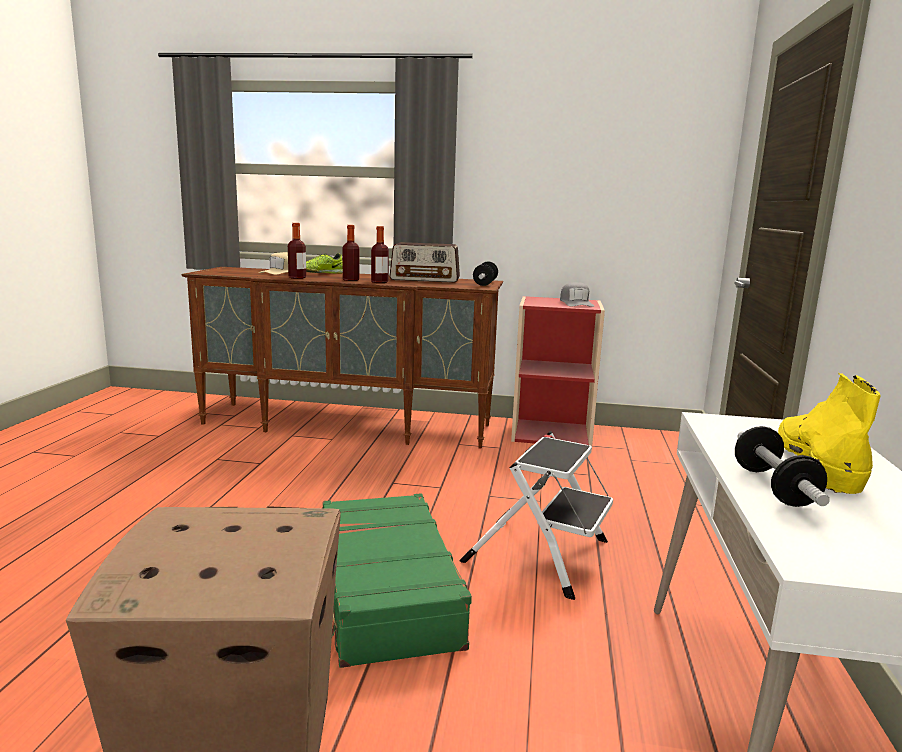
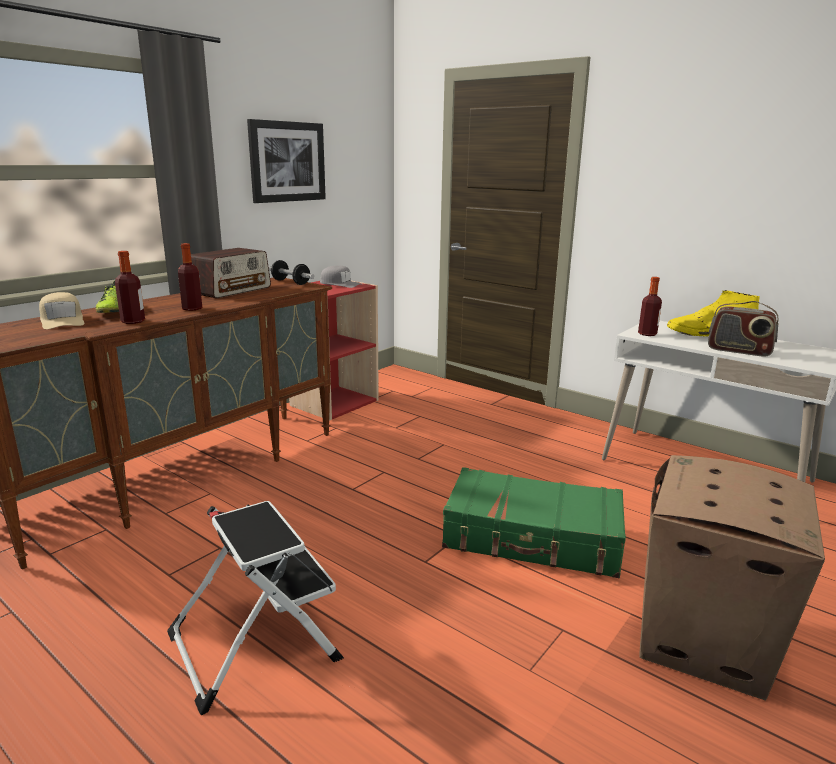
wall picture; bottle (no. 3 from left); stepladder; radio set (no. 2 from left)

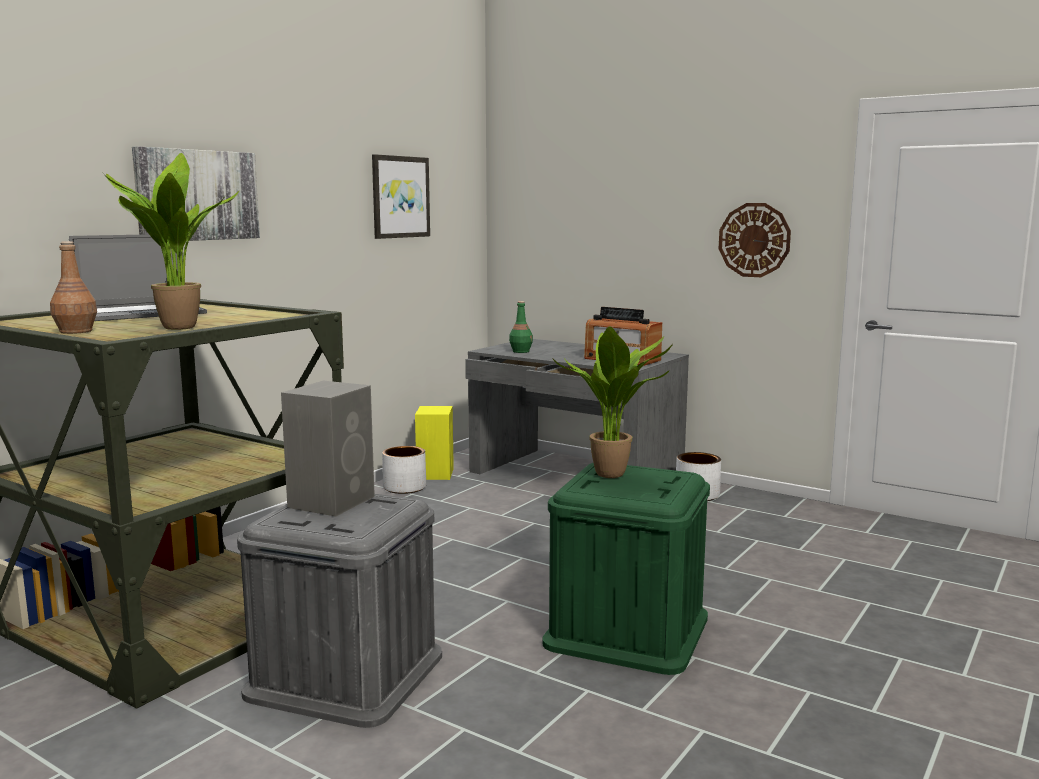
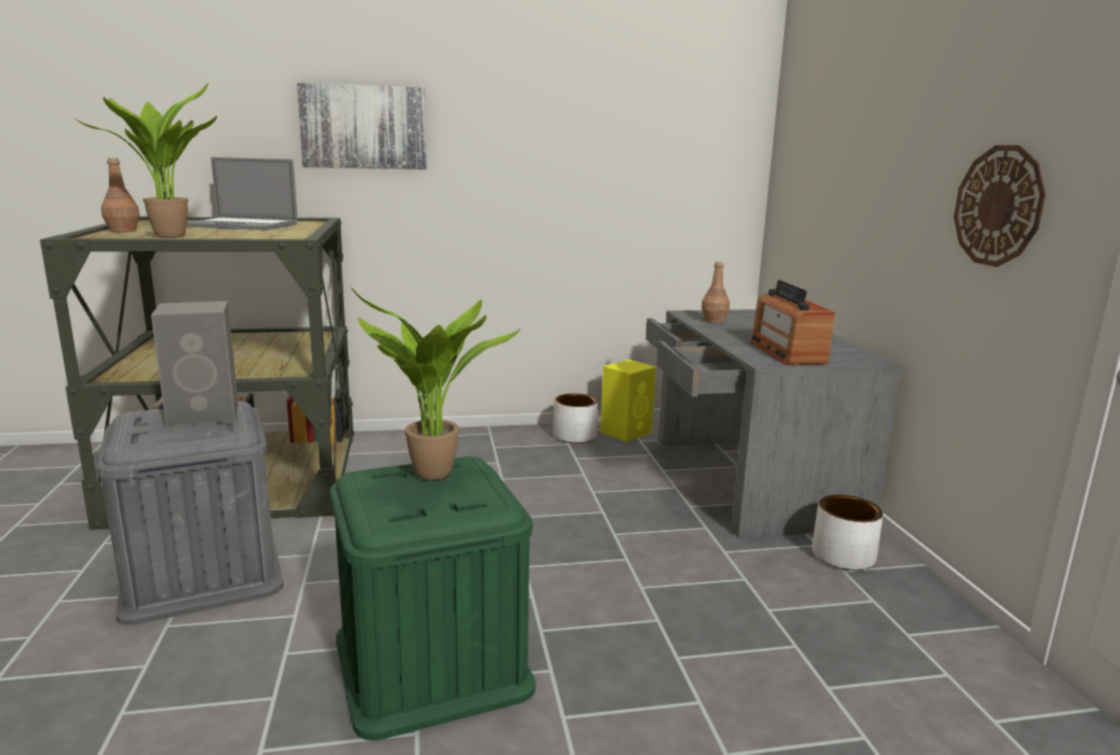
wall picture (no. 2 from left in the first image); brown-coloured bottle (no. 2 from left)

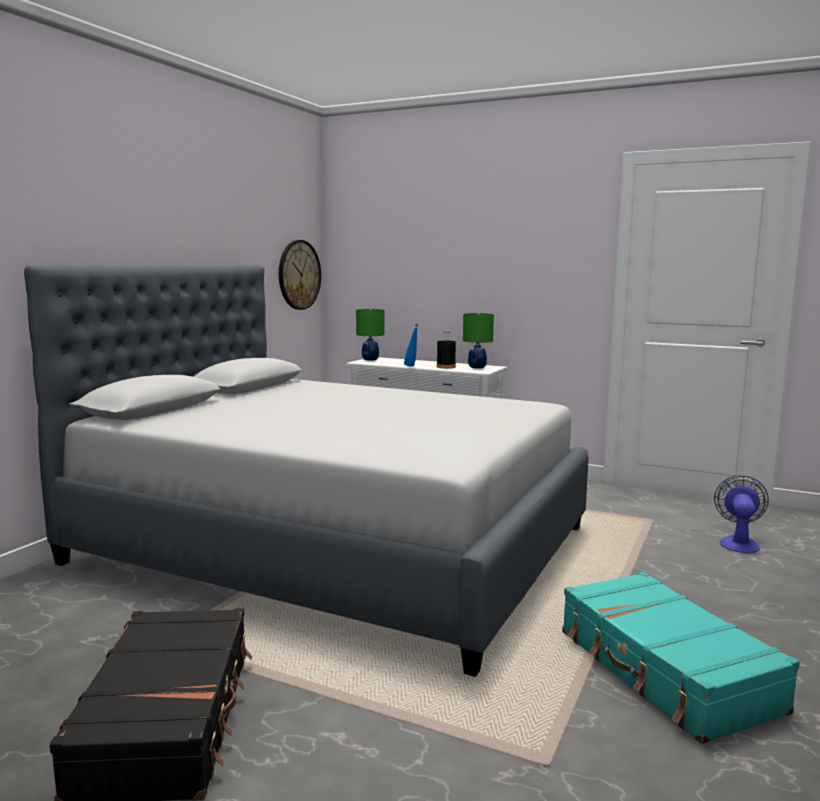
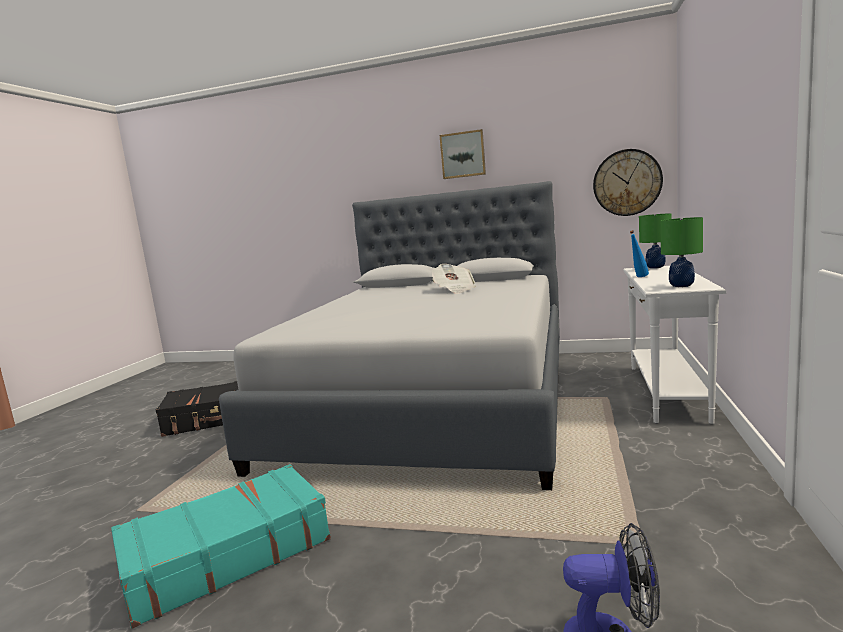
black-coloured bottle; printed paper; wall picture

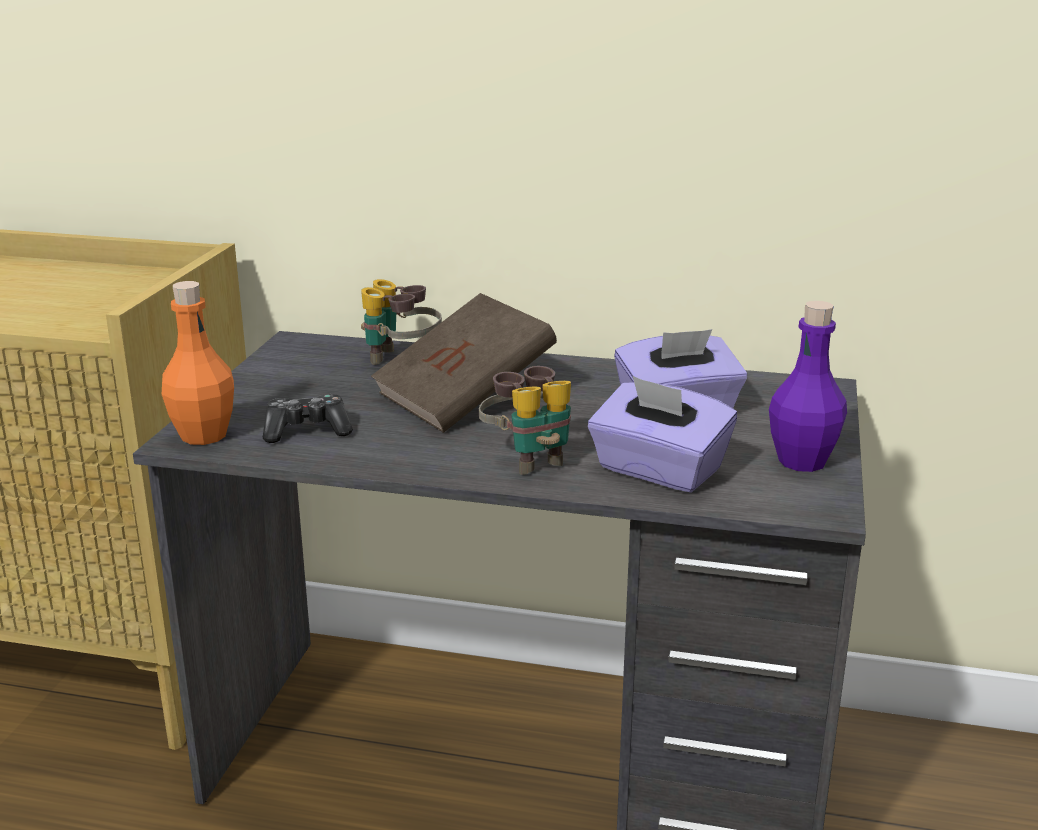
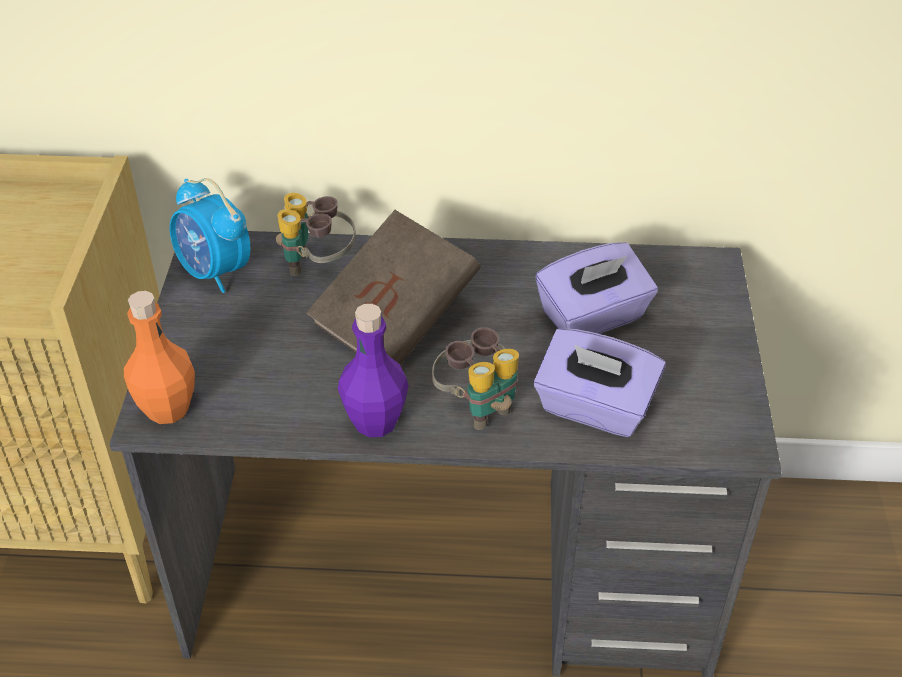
gamepad; bedside clock; purple bottle

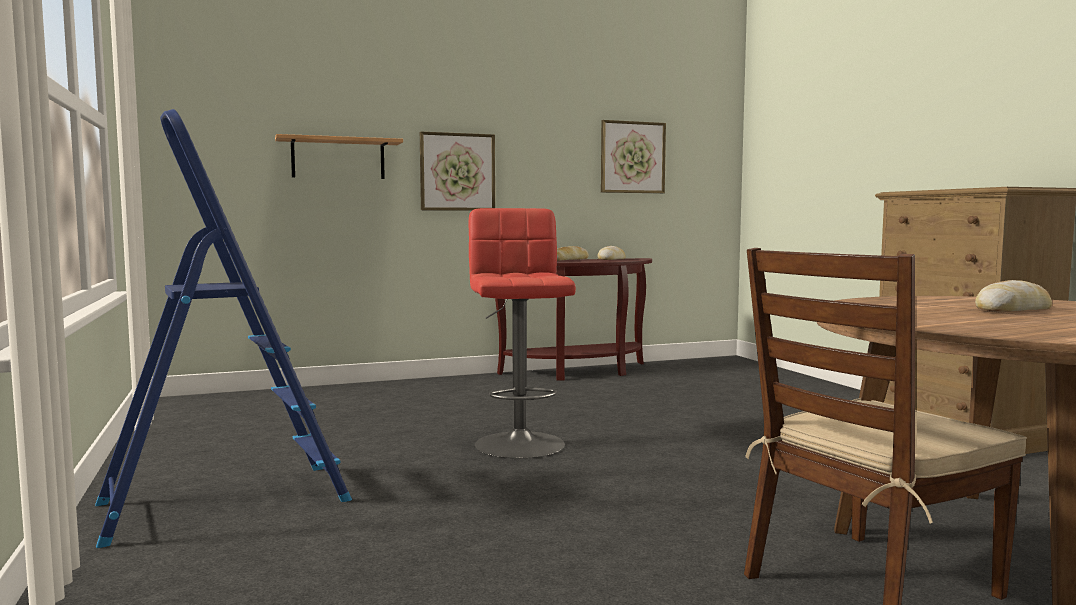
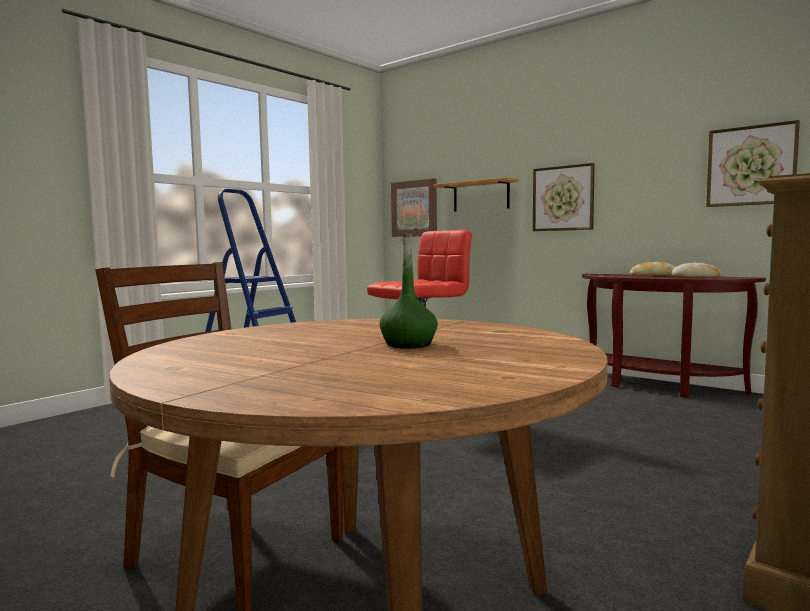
wall picture (no. 1 from left); green-coloured bottle

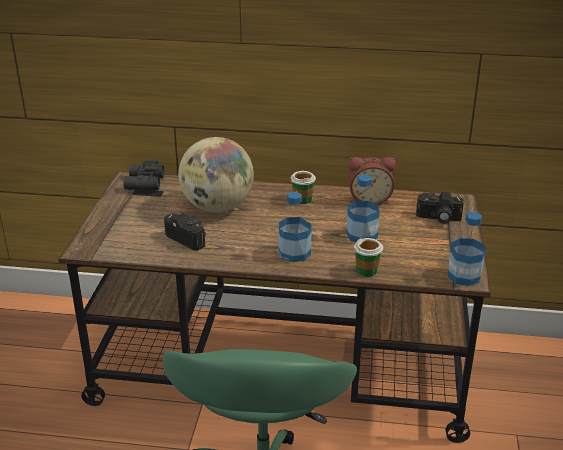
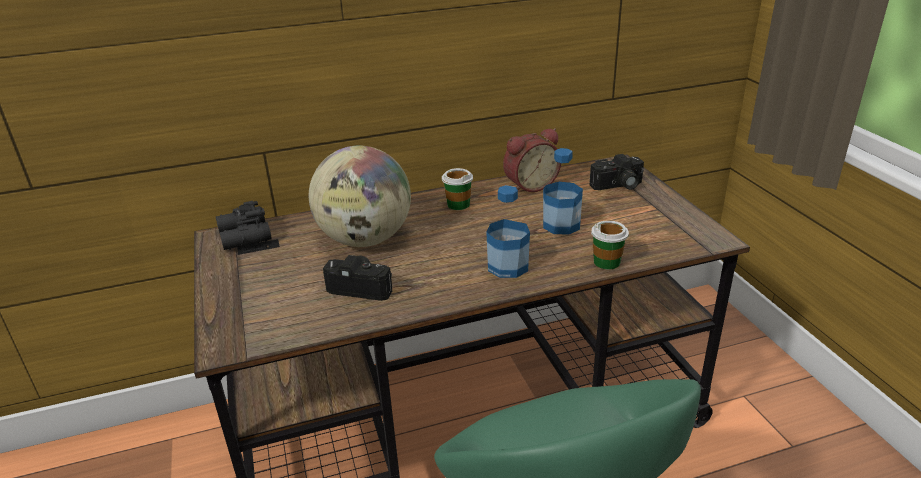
bottle (no. 3 from left in the first image)

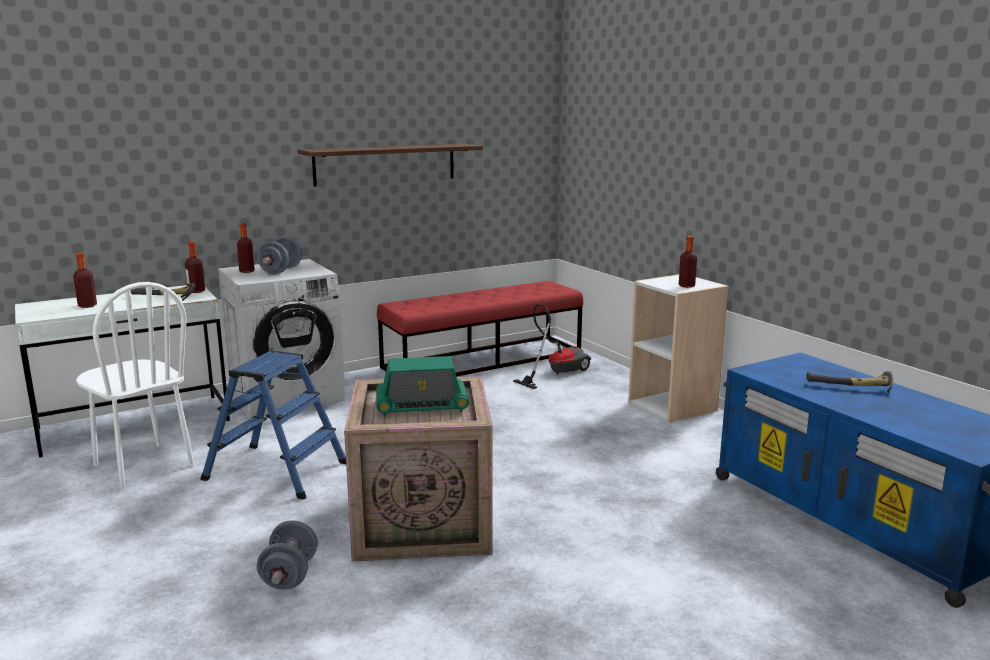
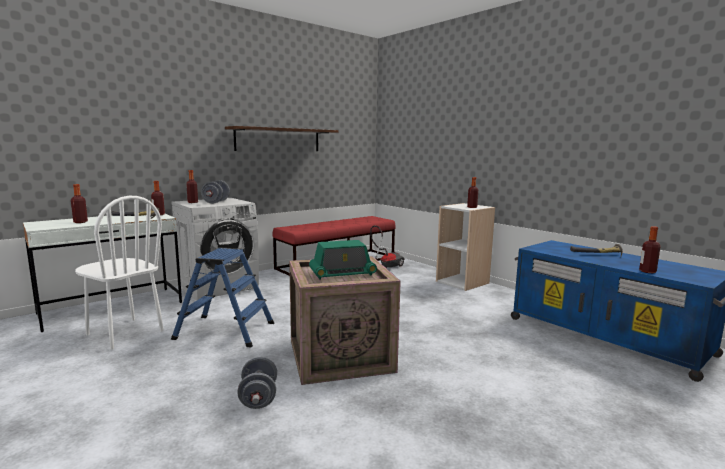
bottle (no. 5 from left)

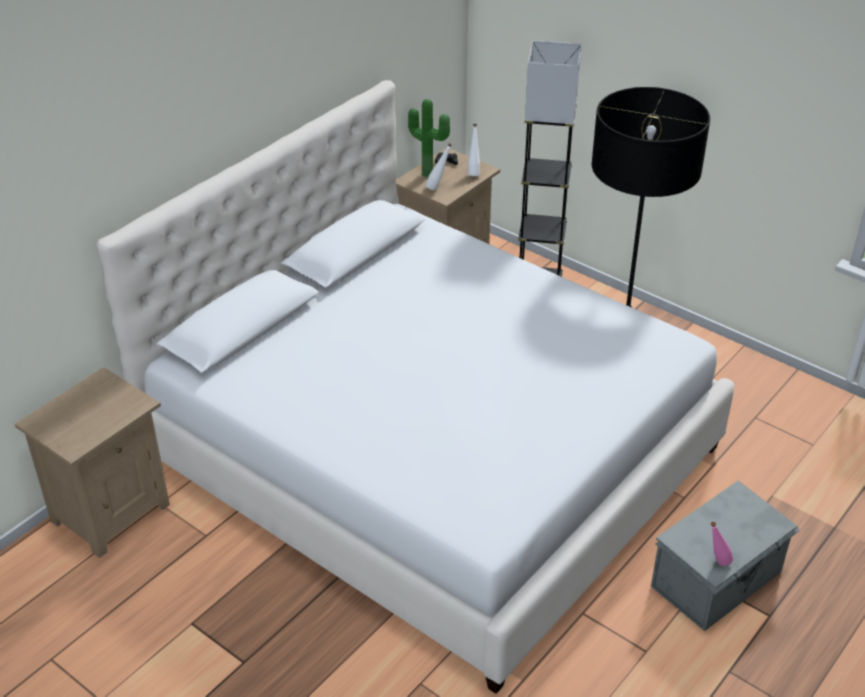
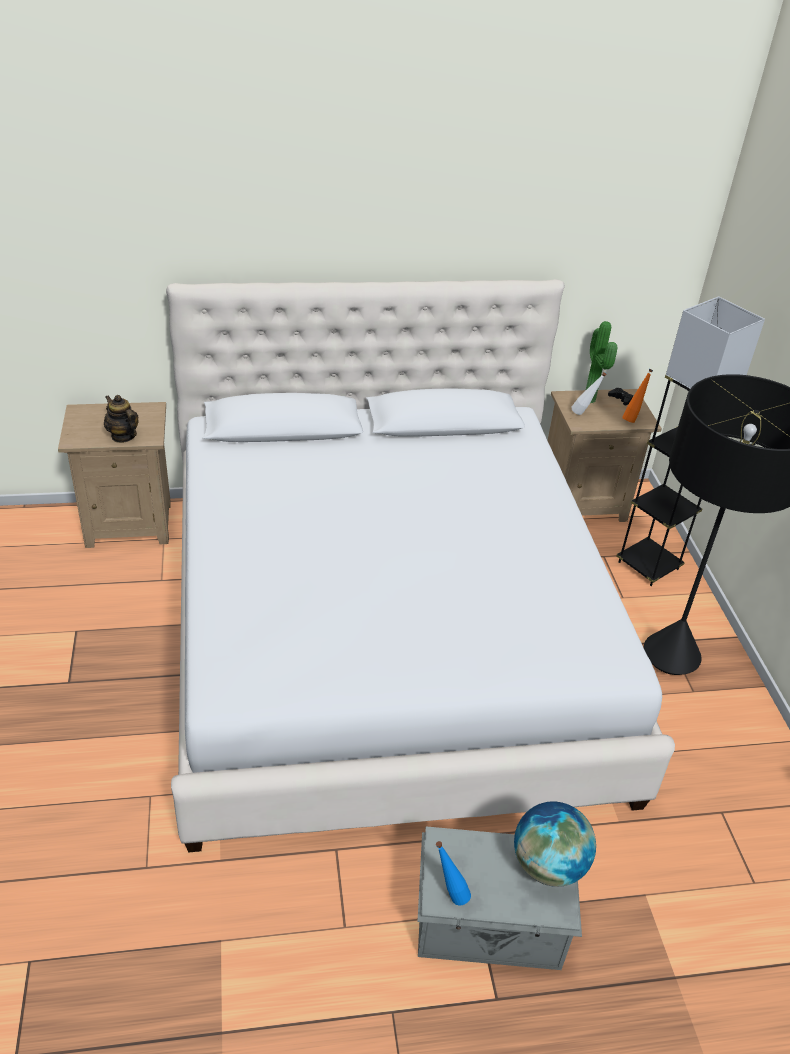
tea pot; world globe; orange-coloured bottle; bluish bottle

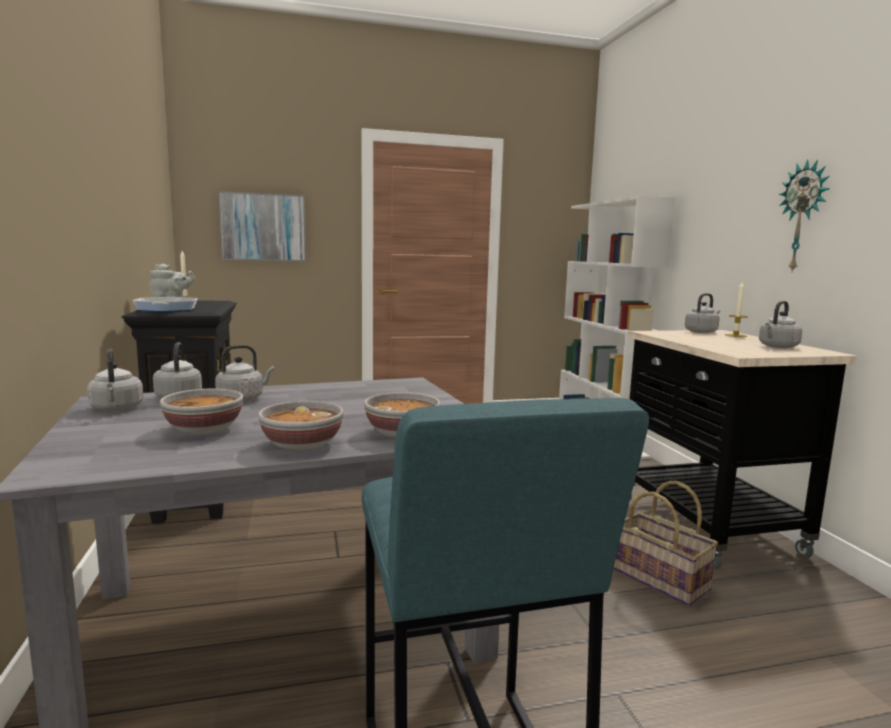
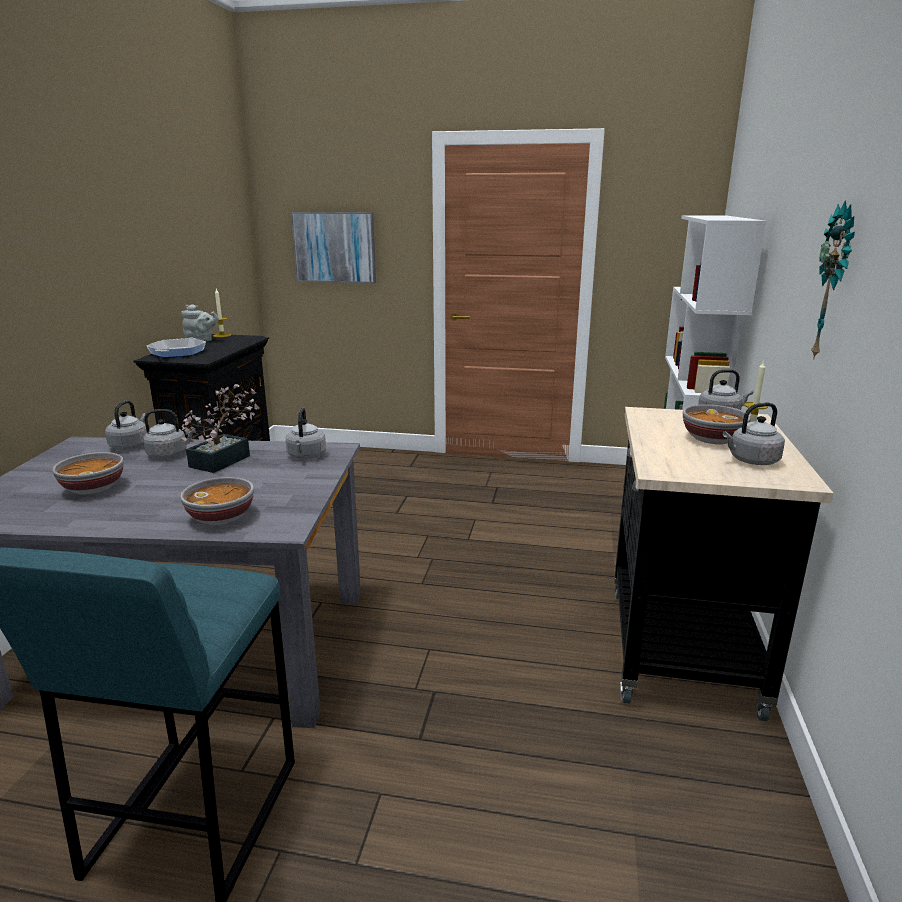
basket; plant in a pot; gray kettle (no. 3 from left); serving bowl (no. 3 from left)

